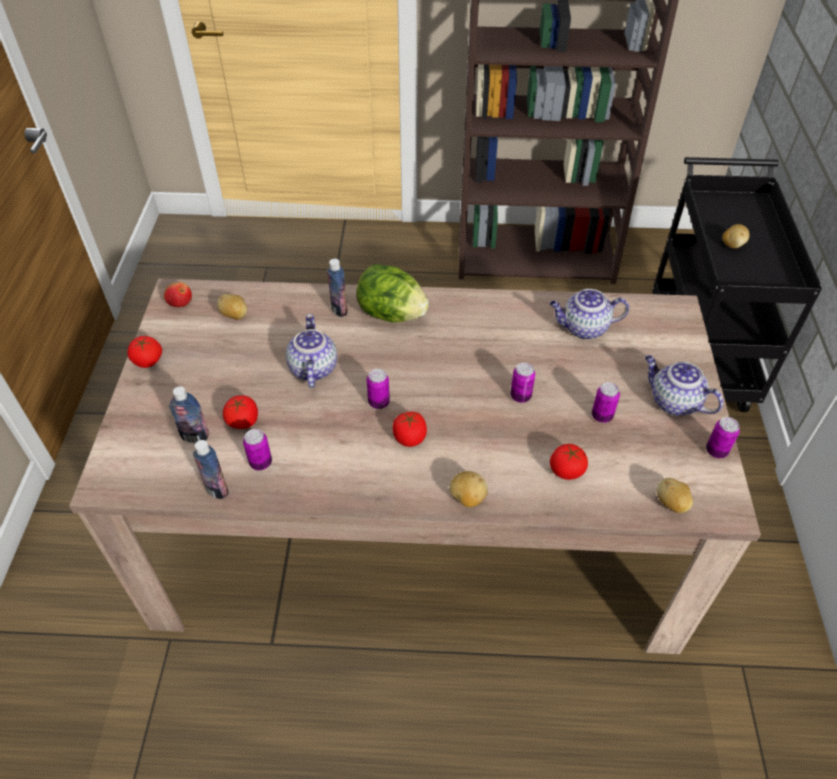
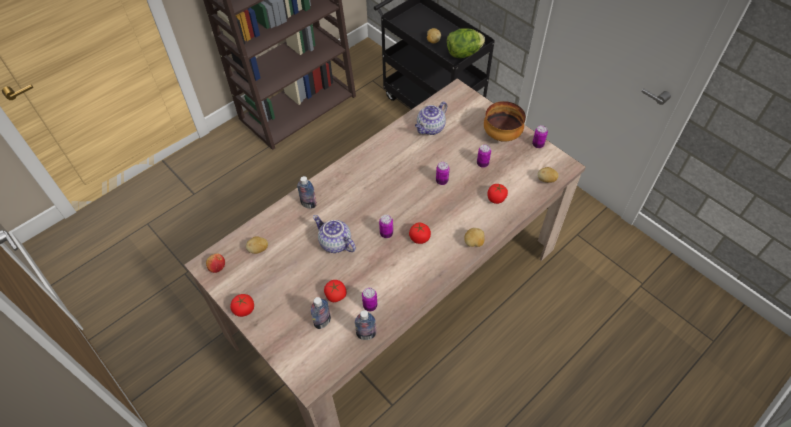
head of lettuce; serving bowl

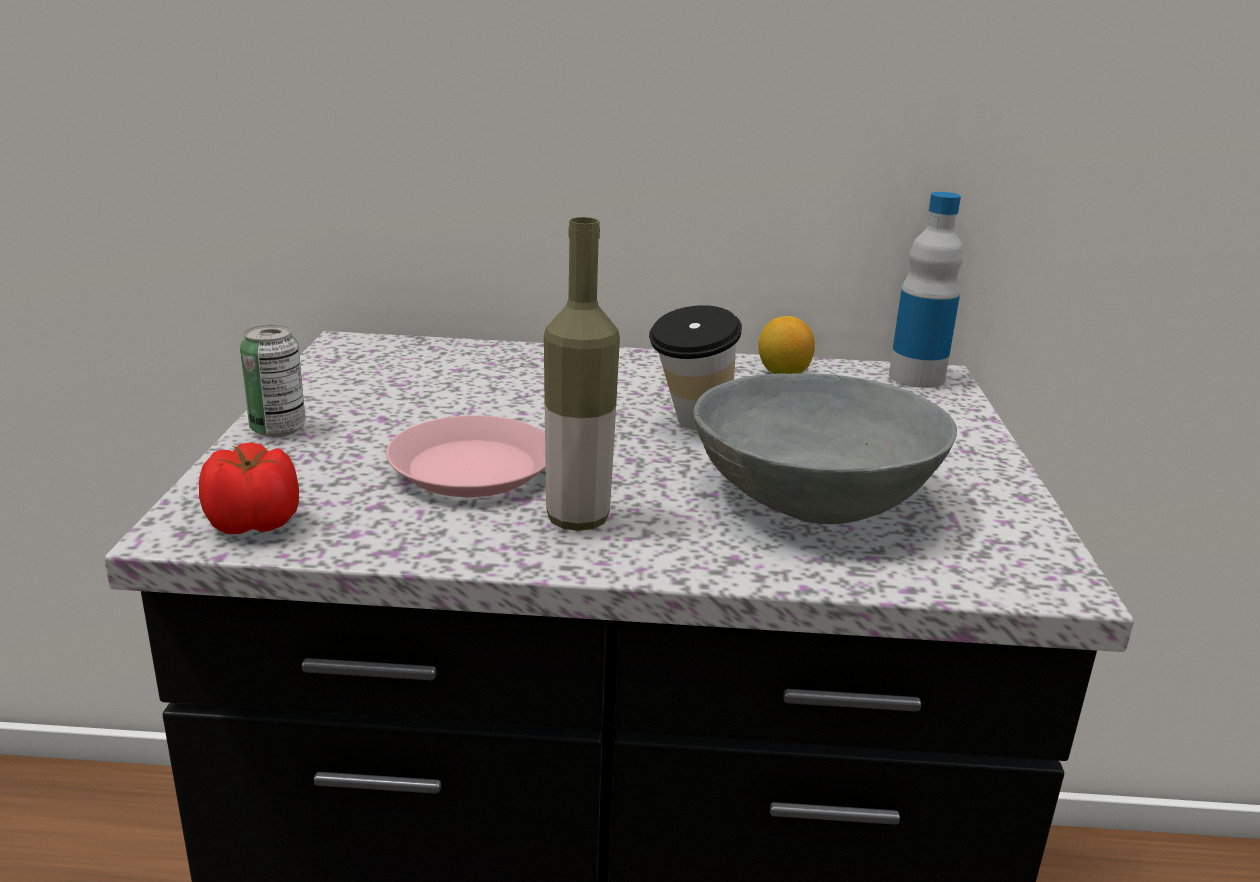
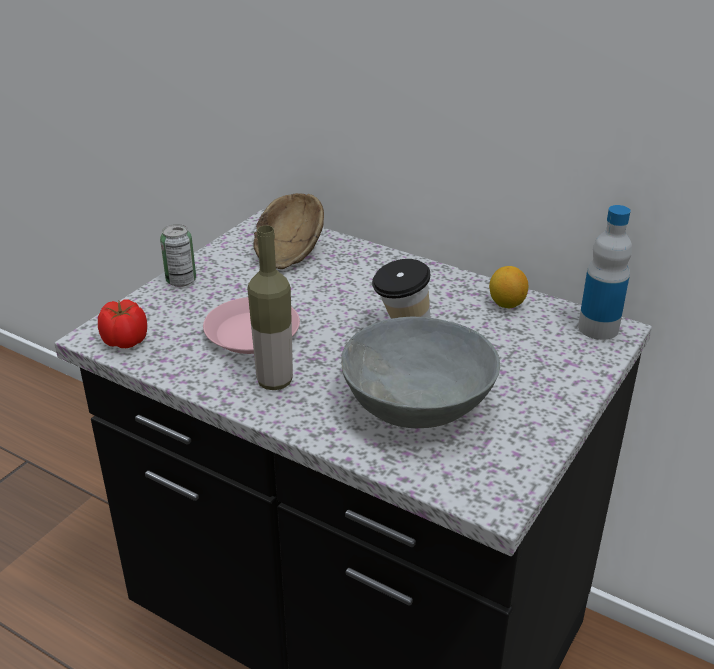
brown-coloured serving bowl

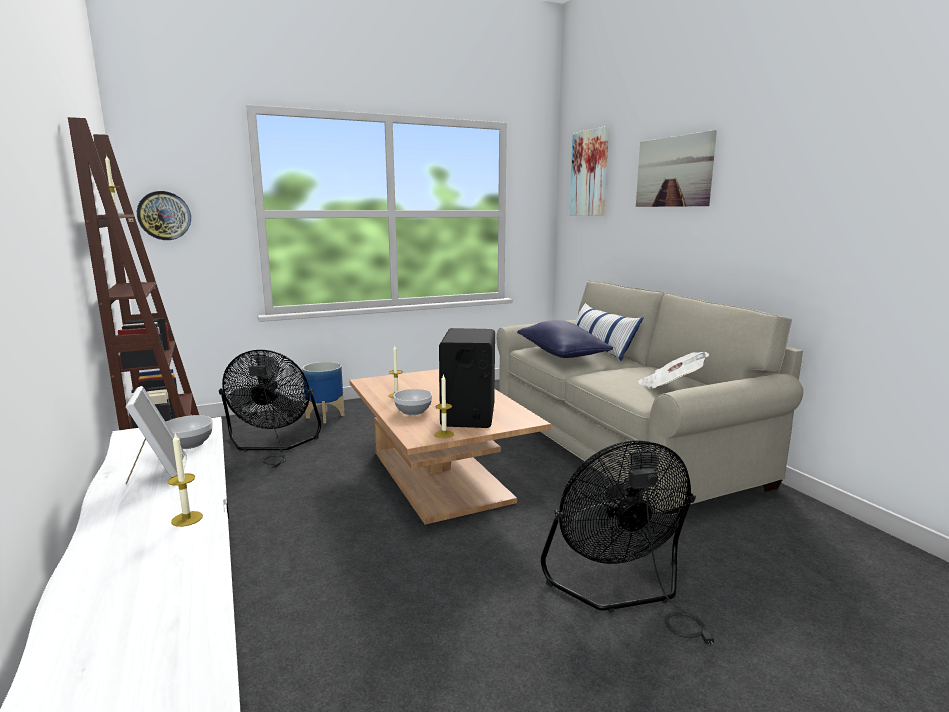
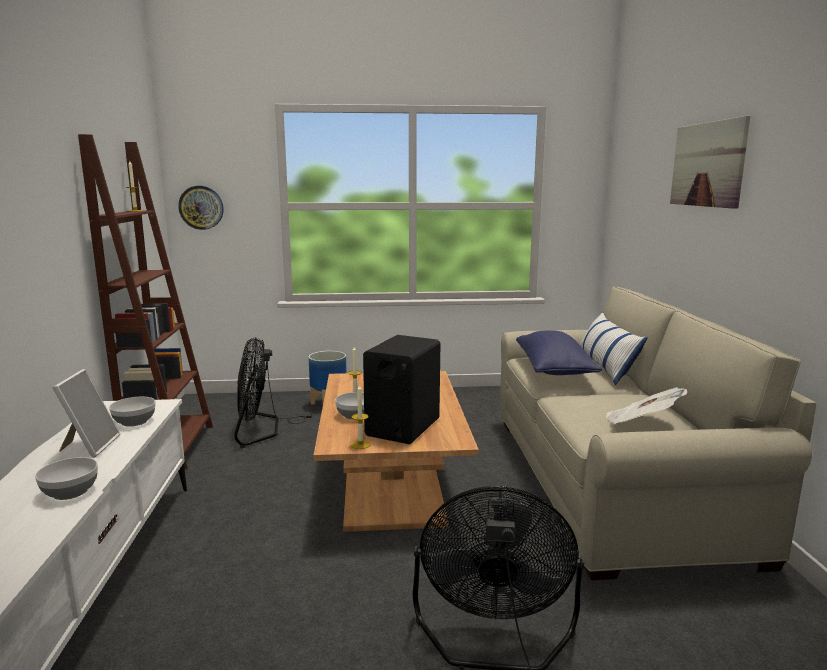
wall picture (no. 1 from left in the first image); serving bowl (no. 1 from left); black-coloured cooling fan (no. 1 from left)

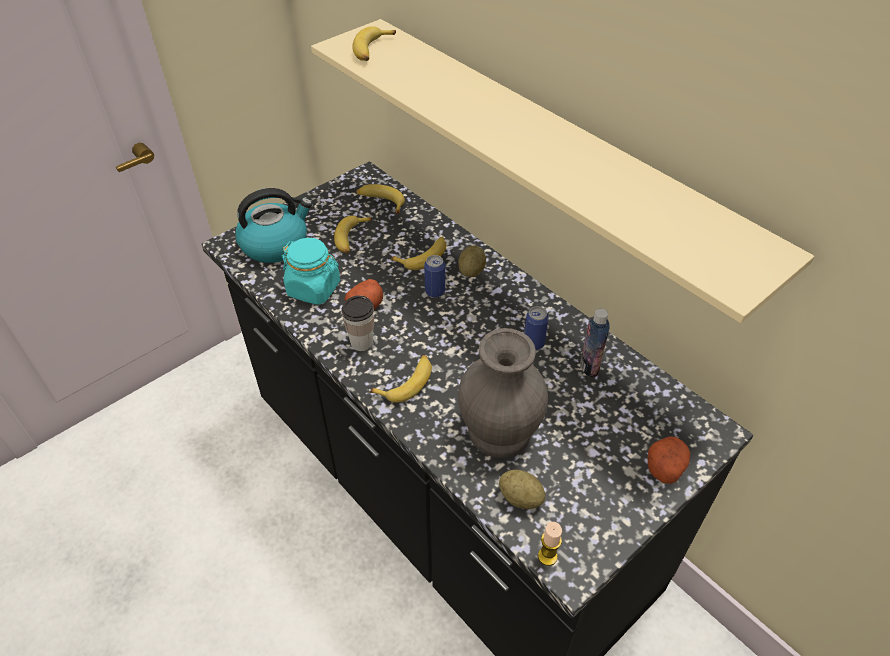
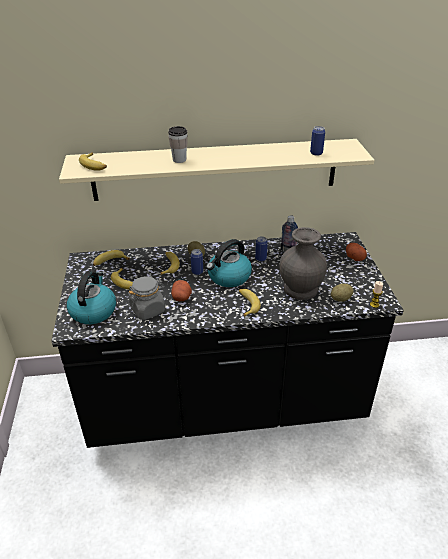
kettle (no. 2 from left); metal can (no. 3 from left); drinking cup; gray jar

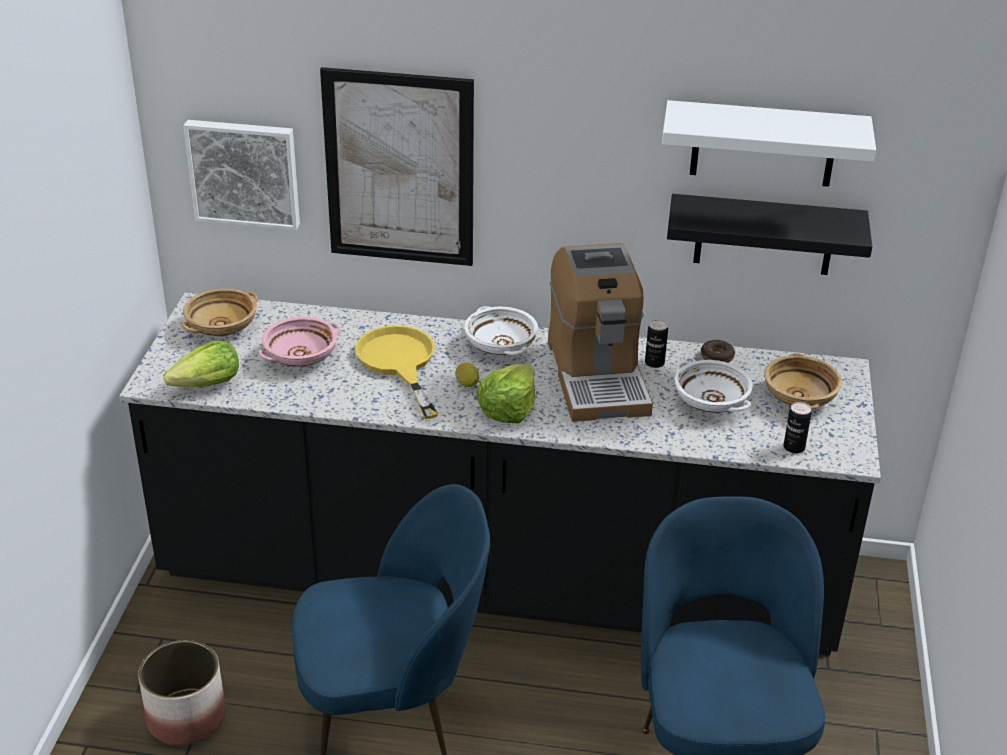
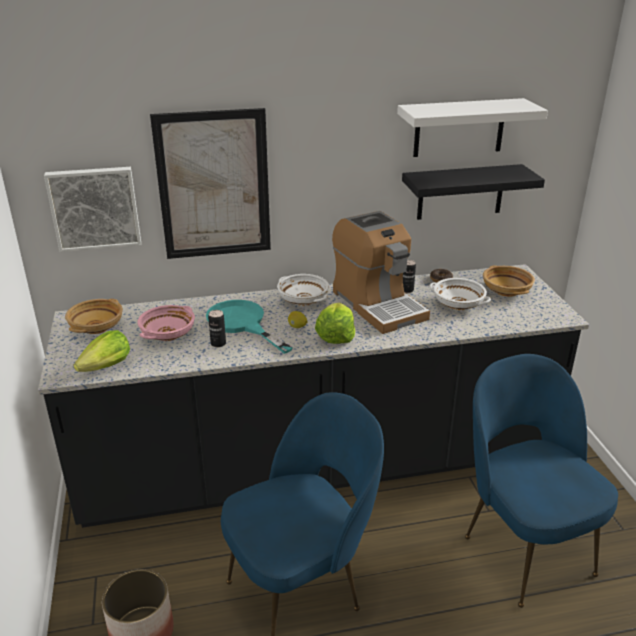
metal can (no. 1 from left); blue-green skillet

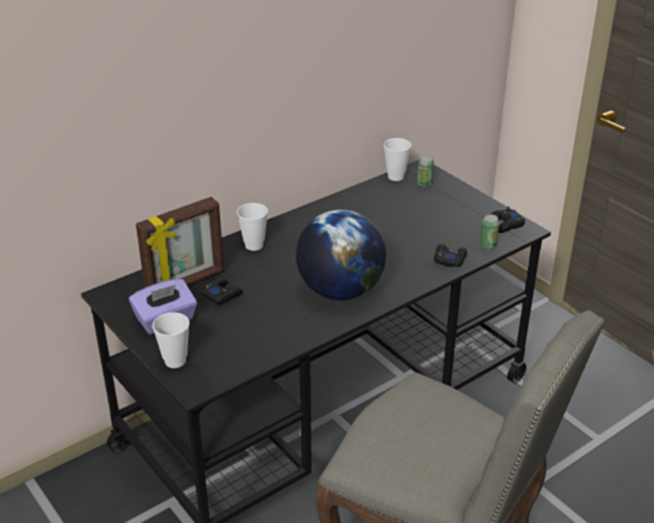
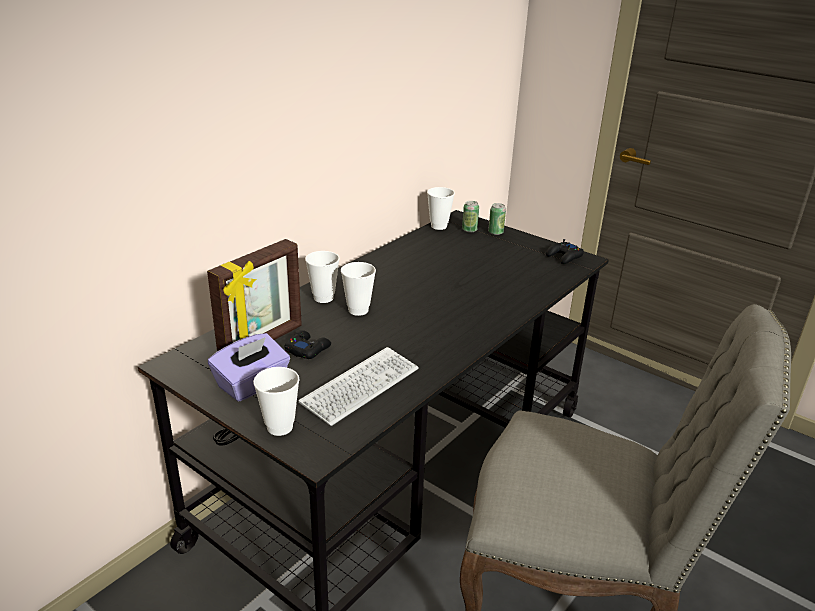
world globe; black-coloured gamepad (no. 2 from left in the first image); PC keyboard; drinking cup (no. 3 from left); metal can (no. 2 from left)

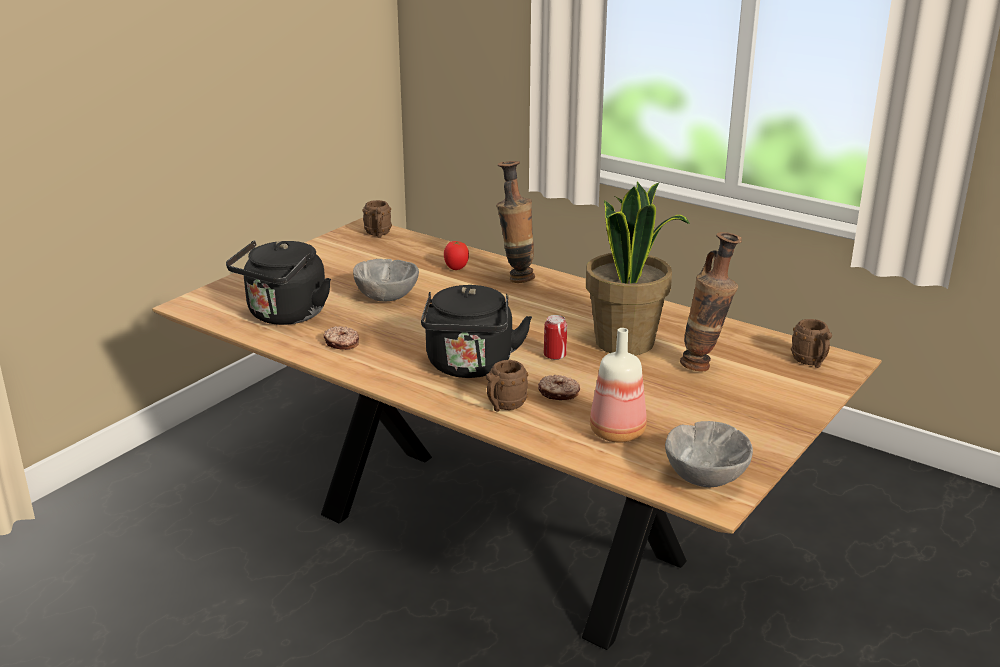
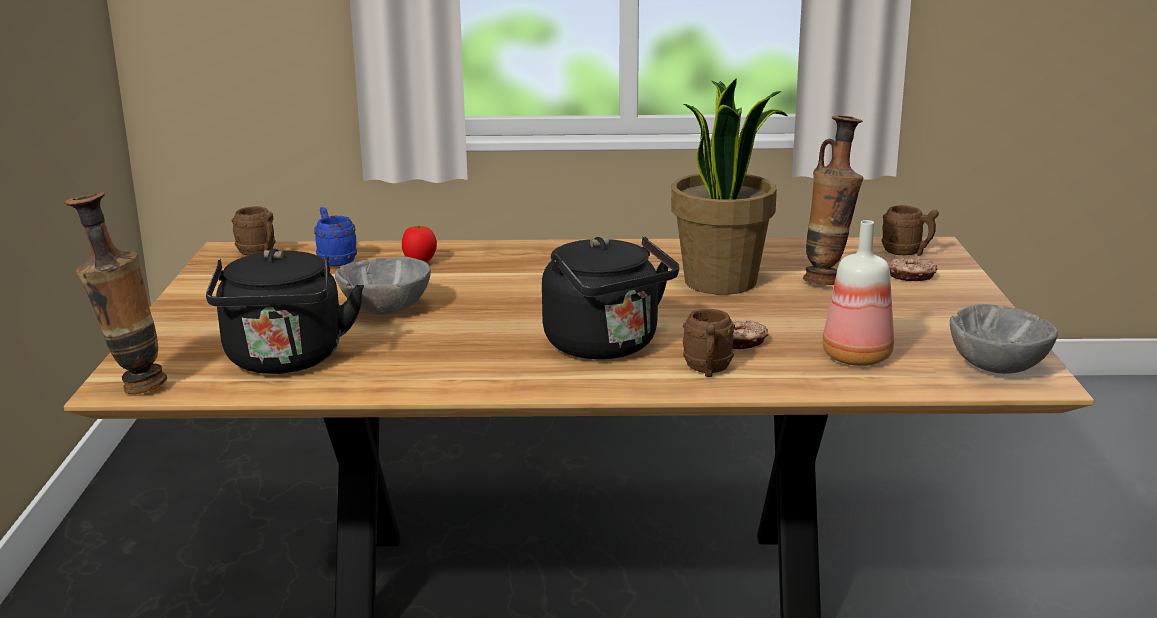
metal can; bluish tea mug; ring doughnut (no. 2 from left); vase (no. 1 from left)

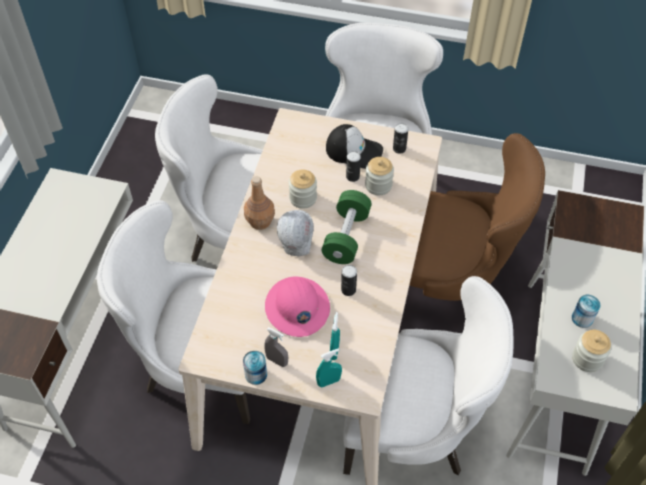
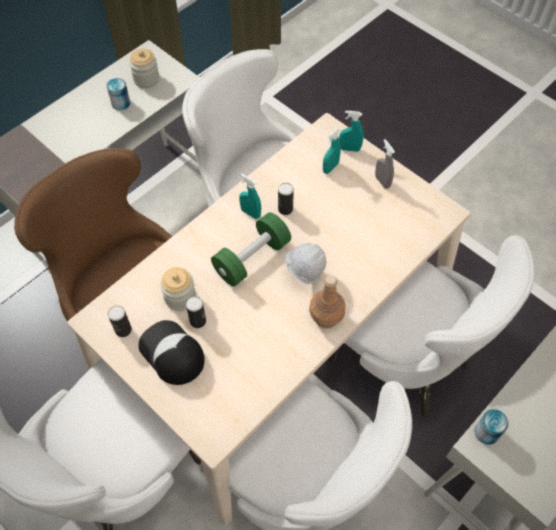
pink hard hat; jar (no. 1 from left in the first image); blue-green hand sprayer (no. 1 from left); metal can (no. 5 from left)

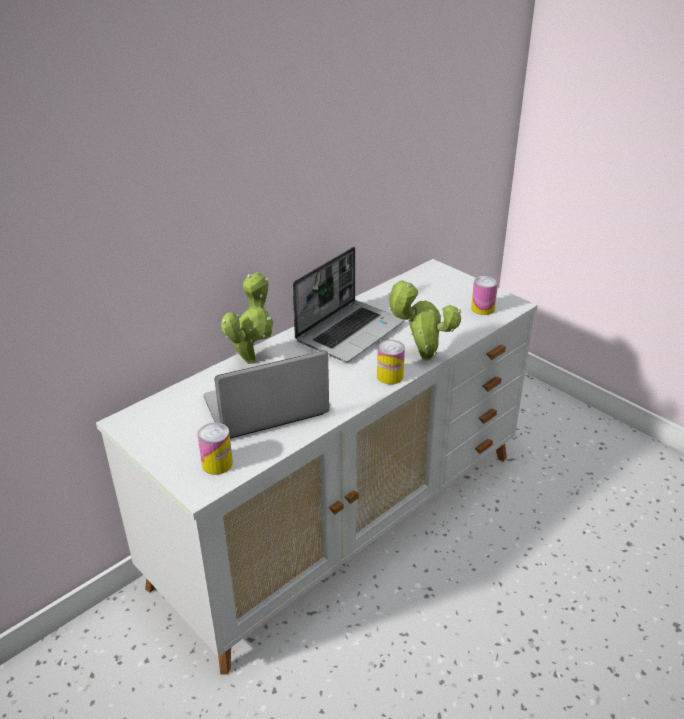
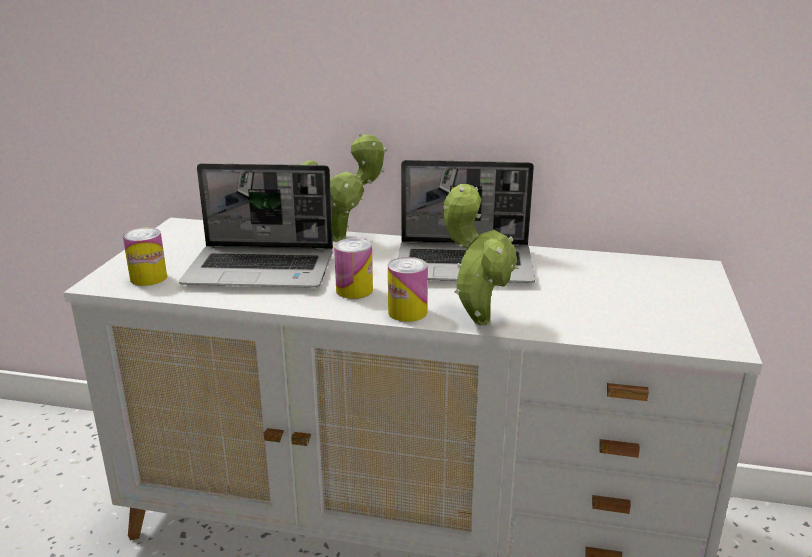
metal can (no. 2 from left); notebook computer (no. 1 from left)

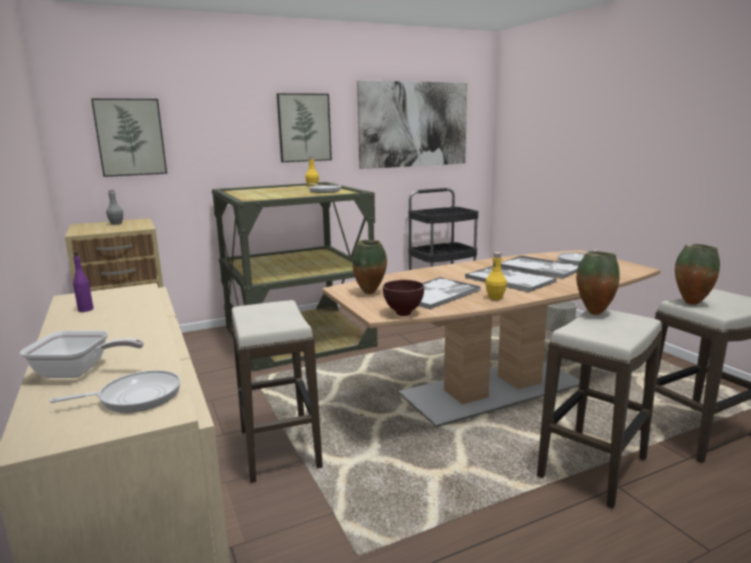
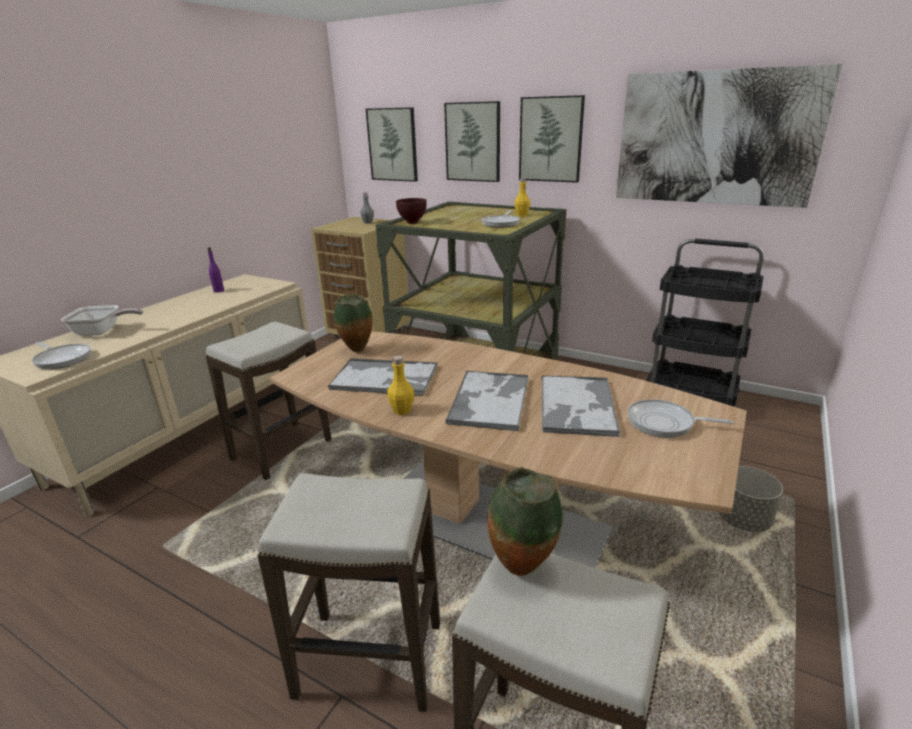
vase (no. 2 from left in the first image); wall picture (no. 2 from left); brown-coloured serving bowl; skillet (no. 2 from left)

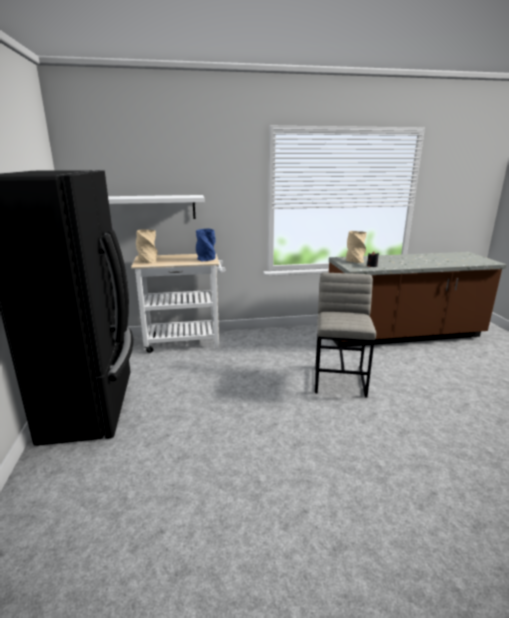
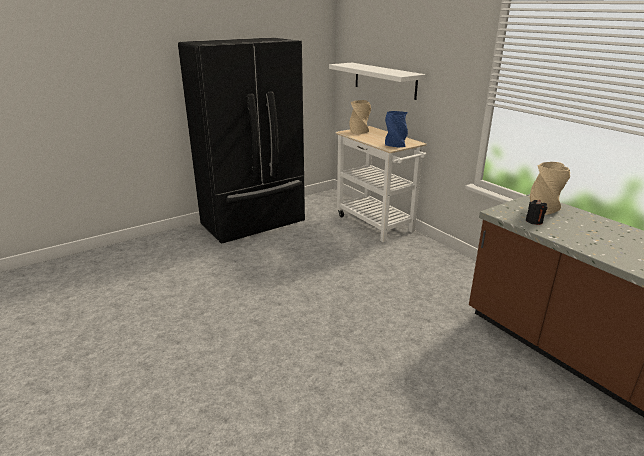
gray plain chair

